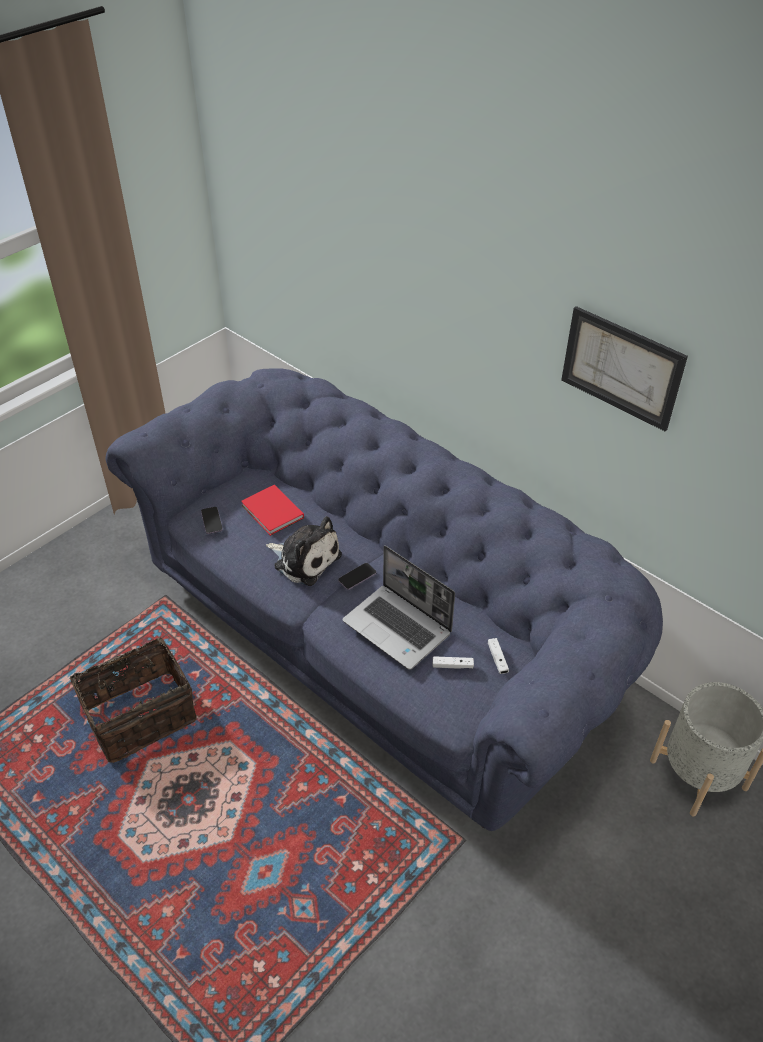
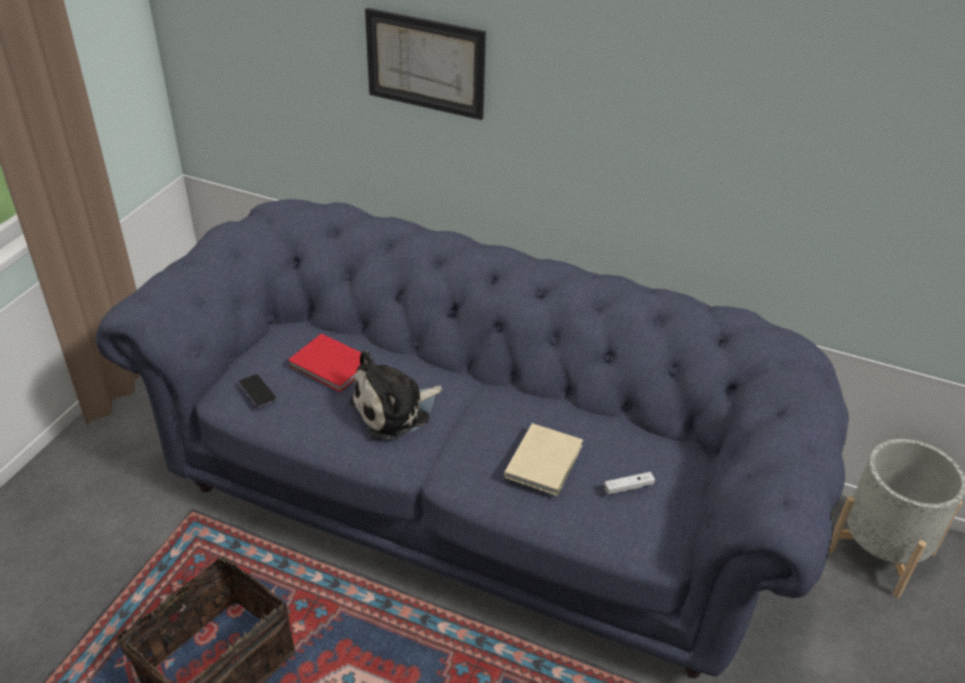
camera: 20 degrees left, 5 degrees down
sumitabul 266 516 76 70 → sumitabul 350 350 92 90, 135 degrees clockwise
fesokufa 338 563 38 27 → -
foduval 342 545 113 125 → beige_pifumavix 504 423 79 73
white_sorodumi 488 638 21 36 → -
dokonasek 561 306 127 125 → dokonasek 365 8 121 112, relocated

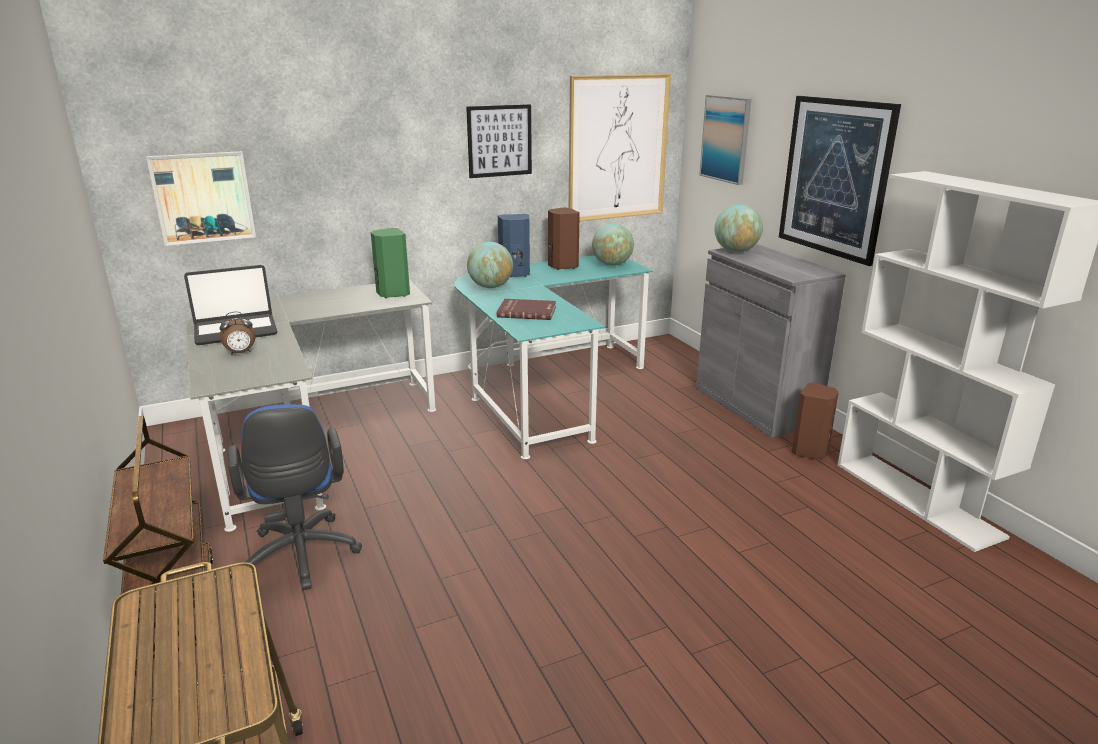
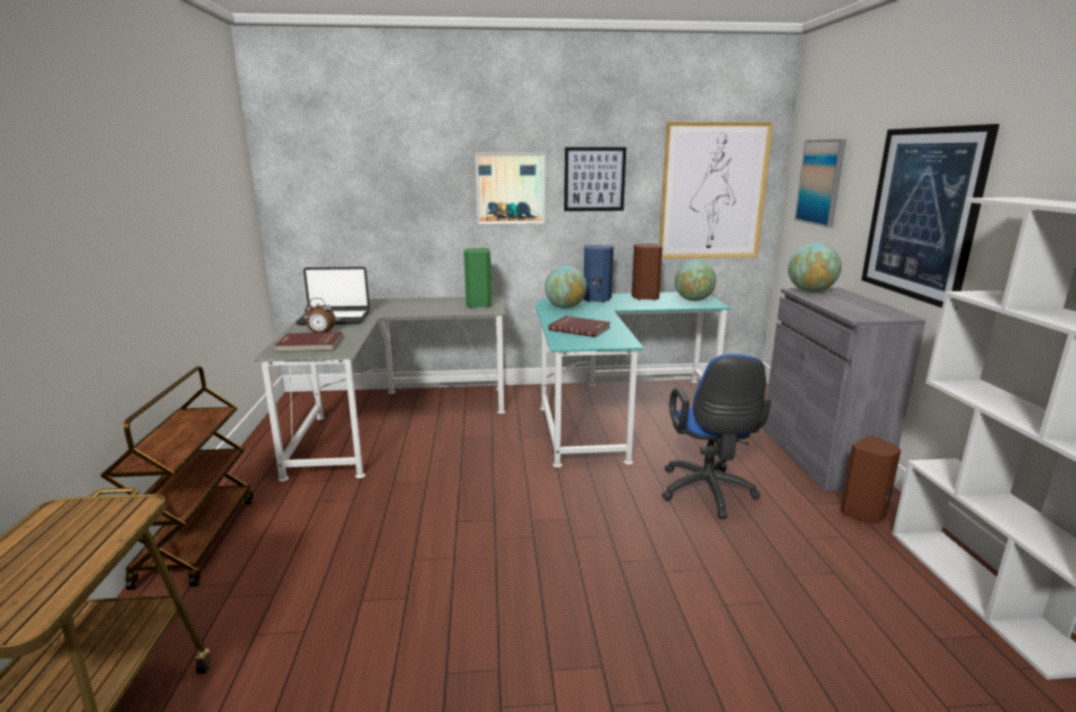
camera: 20 degrees right, 5 degrees down
dokonasek 146 151 110 95 → dokonasek 475 153 70 71, relocated
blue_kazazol 228 404 134 186 → blue_kazazol 662 354 109 165, relocated
- → red_pifumavix 274 332 69 20

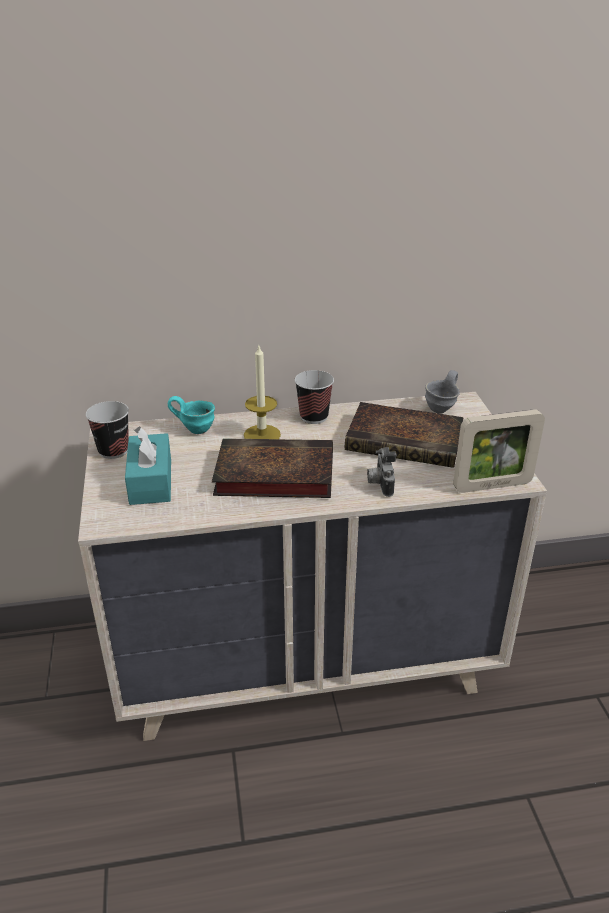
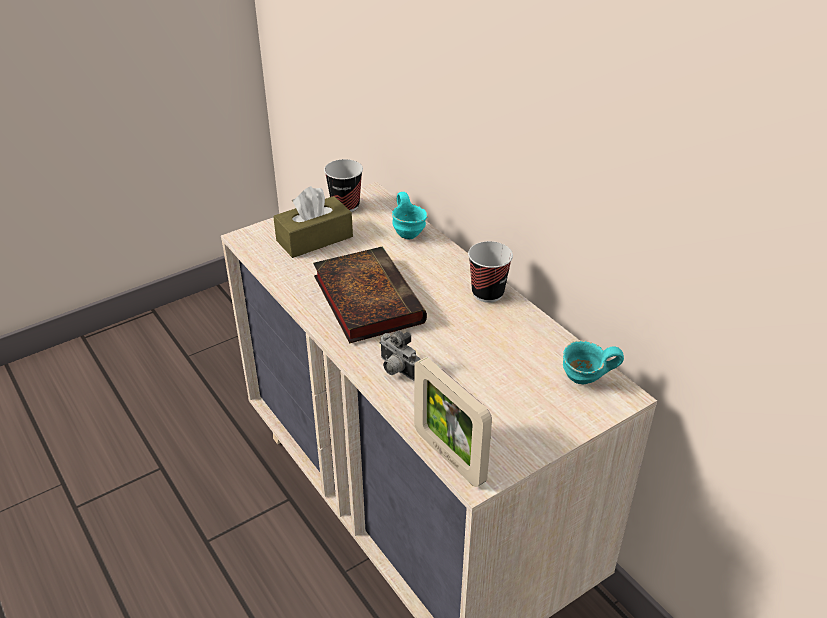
camera: 65 degrees right, 5 degrees up
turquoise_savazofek 125 426 46 79 → brown_savazofek 273 186 80 72
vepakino 244 346 37 93 → -
pifumavix 345 402 118 66 → -
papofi 367 447 30 50 → papofi 379 331 42 49, 105 degrees counterclockwise
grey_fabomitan 425 370 35 43 → turquoise_fabomitan 563 341 61 43

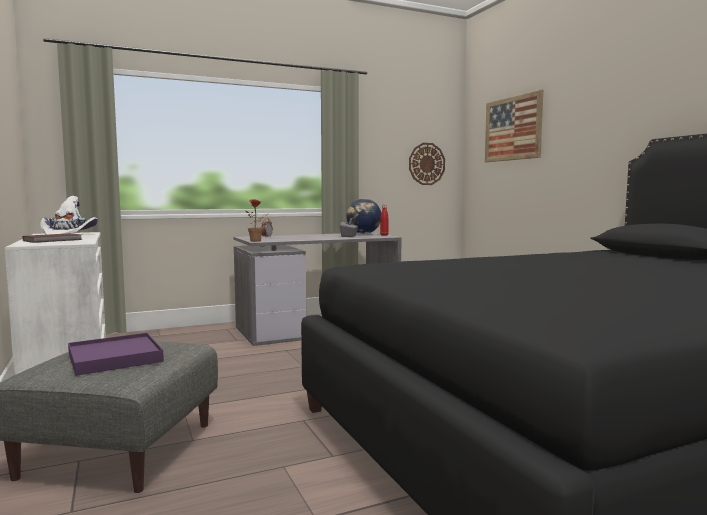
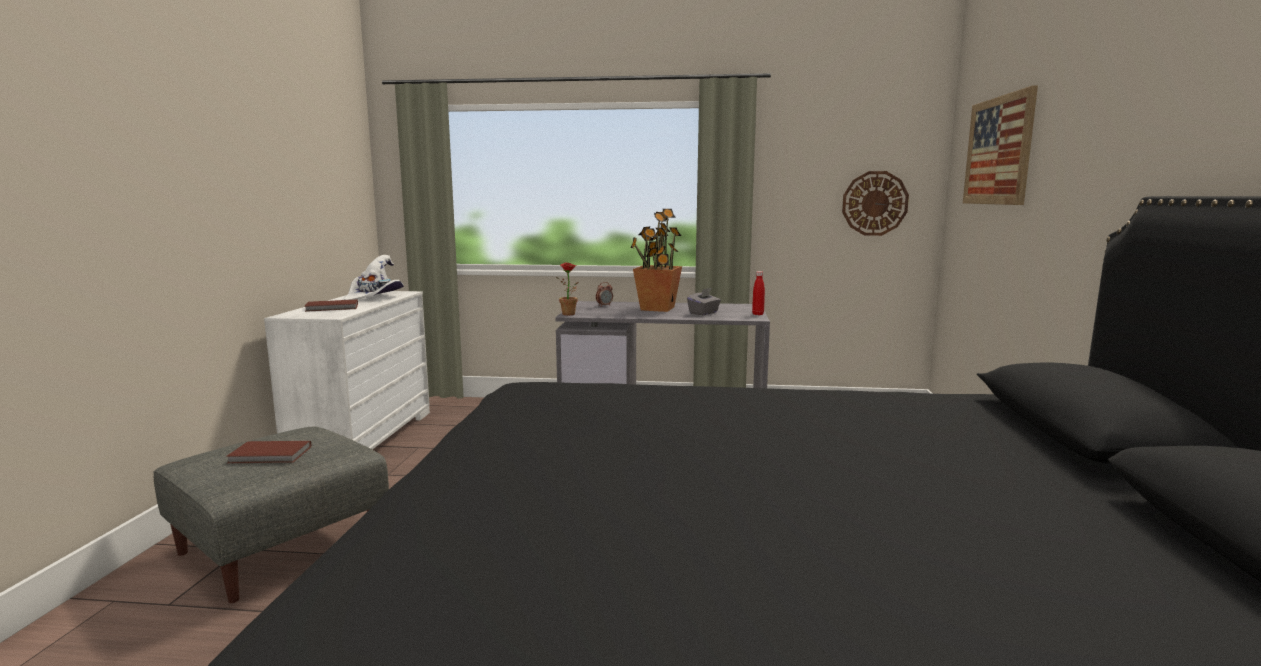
camera: 30 degrees right, 5 degrees up
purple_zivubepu 68 333 96 43 → brown_pifumavix 226 441 85 22
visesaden 346 199 35 35 → -
- → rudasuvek 631 209 51 103

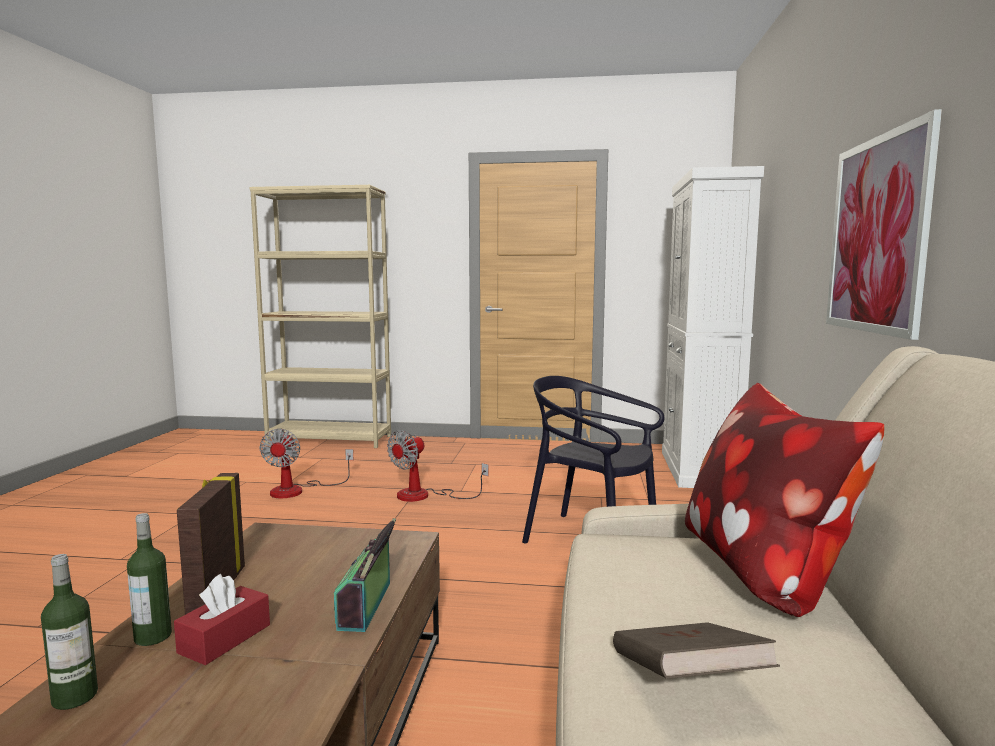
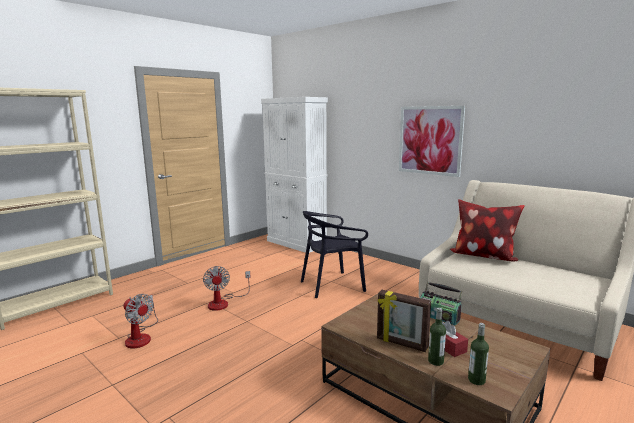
camera: 55 degrees left, 5 degrees up
brown_pifumavix 613 622 167 57 → -

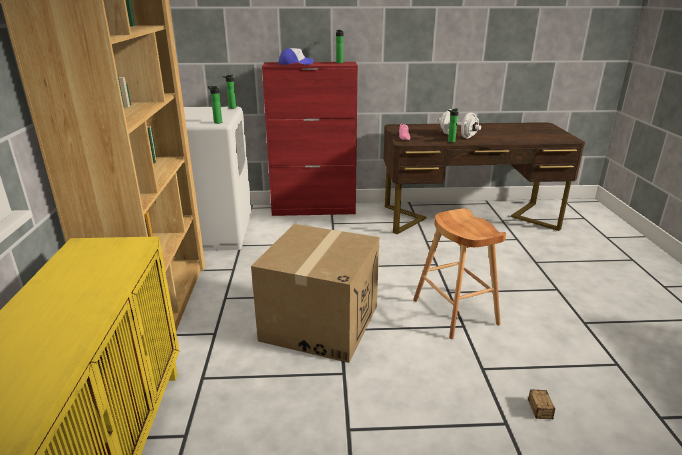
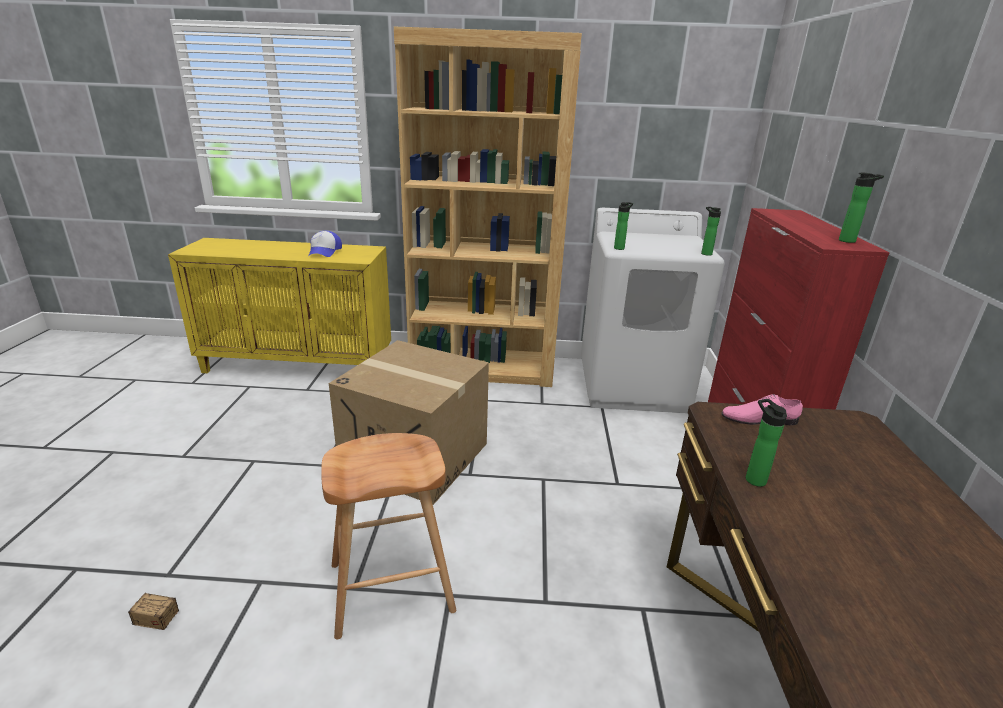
camera: 95 degrees right, 0 degrees up
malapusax 279 48 35 17 → malapusax 308 231 34 26, relocated
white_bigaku 439 109 42 30 → -

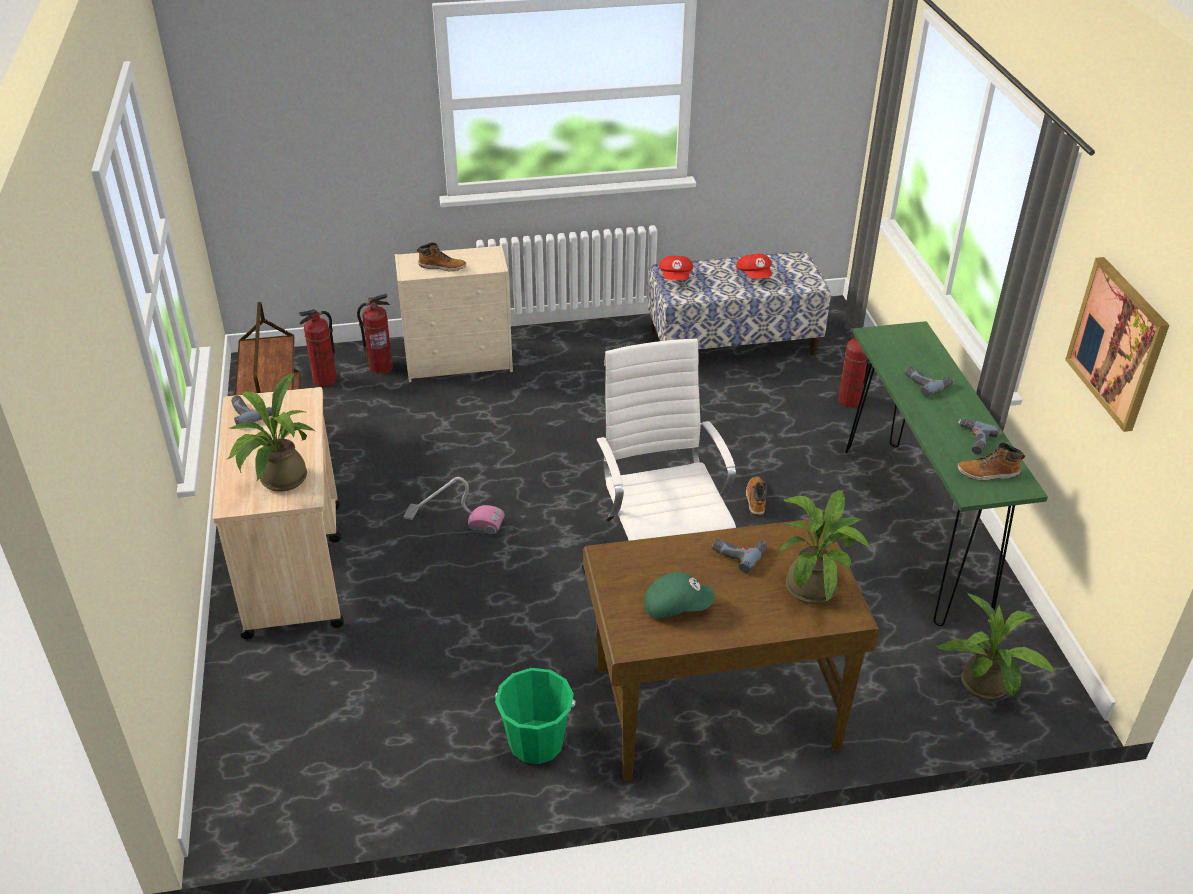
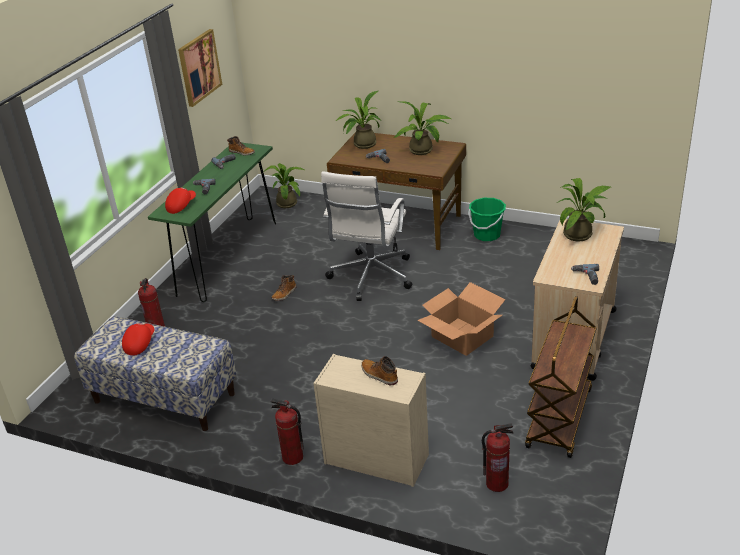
camera: 145 degrees left, 5 degrees down
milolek 357 294 36 80 → milolek 271 398 33 67, relocated
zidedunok 404 477 101 57 → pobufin 417 282 89 74
green_malapusax 644 572 71 46 → rudasuvek 394 101 57 54
red_malapusax 659 256 34 24 → red_malapusax 165 187 31 27, relocated

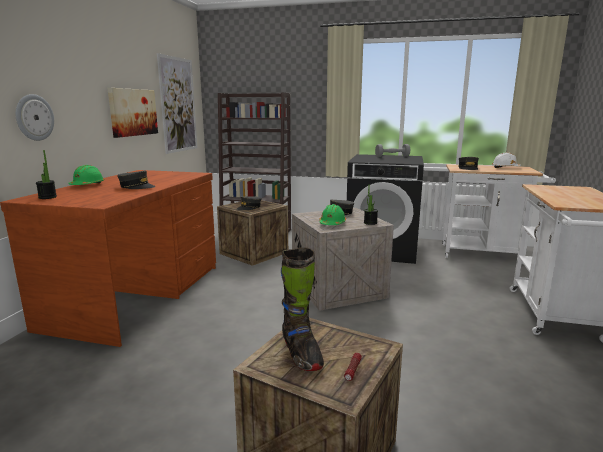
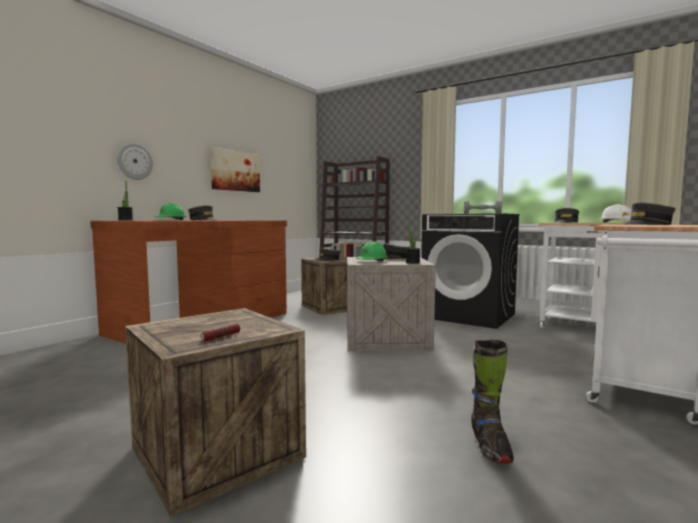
camera: 20 degrees right, 10 degrees down
dokonasek 157 53 40 101 → -
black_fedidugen 281 247 43 124 → black_fedidugen 471 339 43 125, relocated
- → grey_malapusax 623 203 53 22

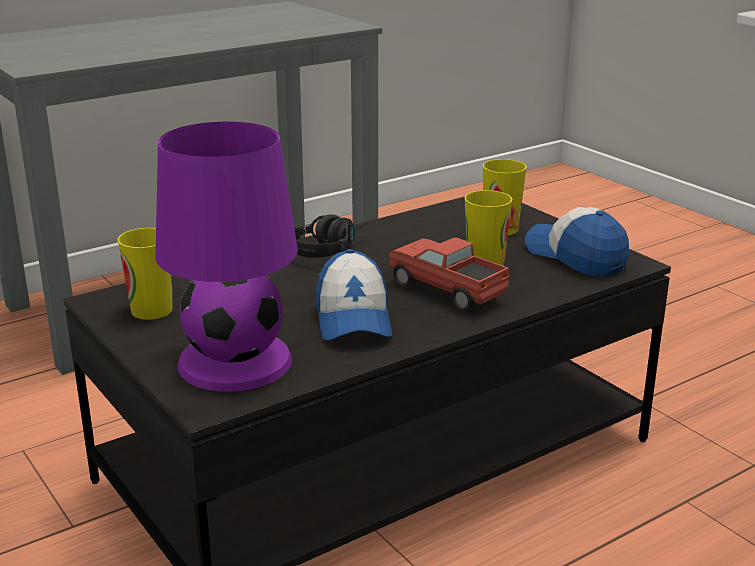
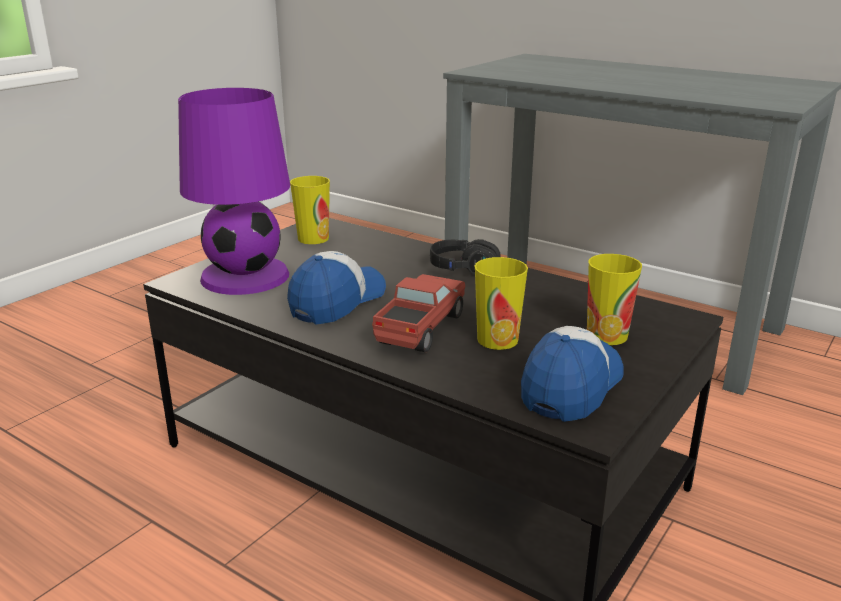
camera: 70 degrees right, 0 degrees up
malapusax 316 249 76 91 → malapusax 287 251 99 73, 150 degrees clockwise

